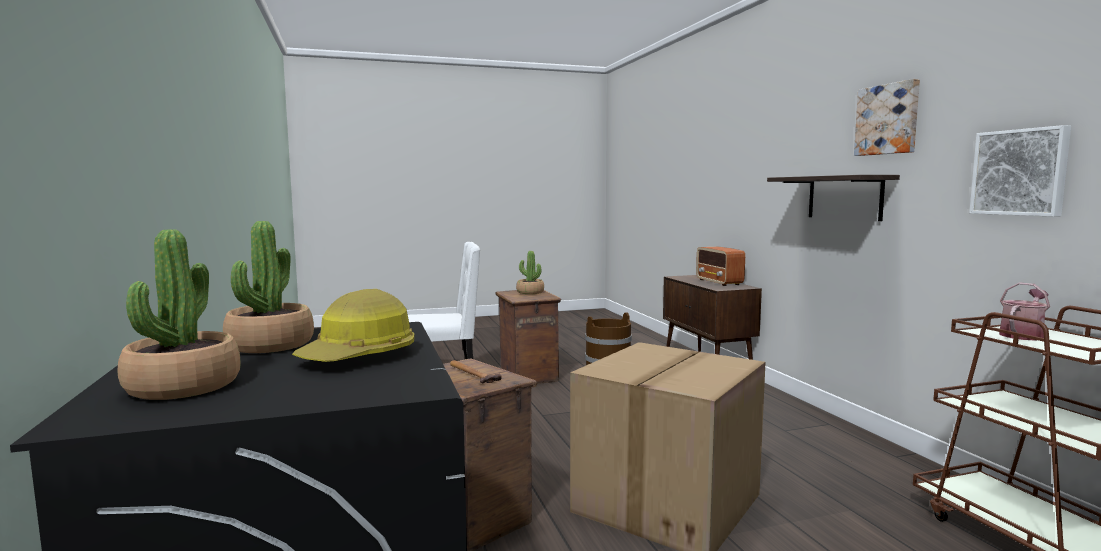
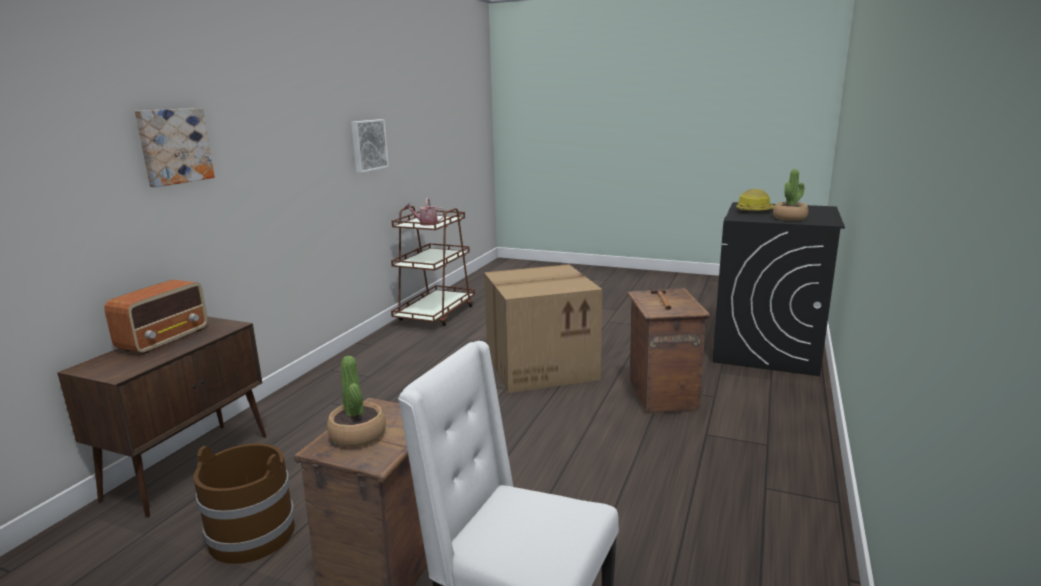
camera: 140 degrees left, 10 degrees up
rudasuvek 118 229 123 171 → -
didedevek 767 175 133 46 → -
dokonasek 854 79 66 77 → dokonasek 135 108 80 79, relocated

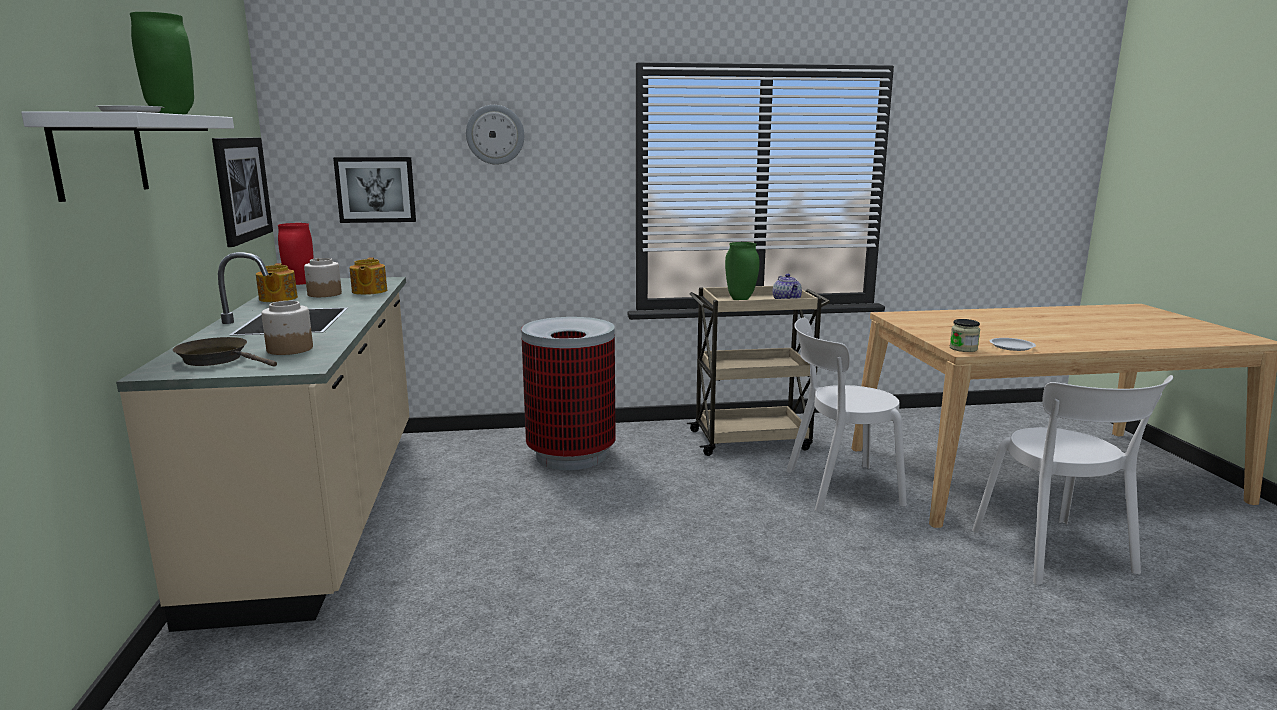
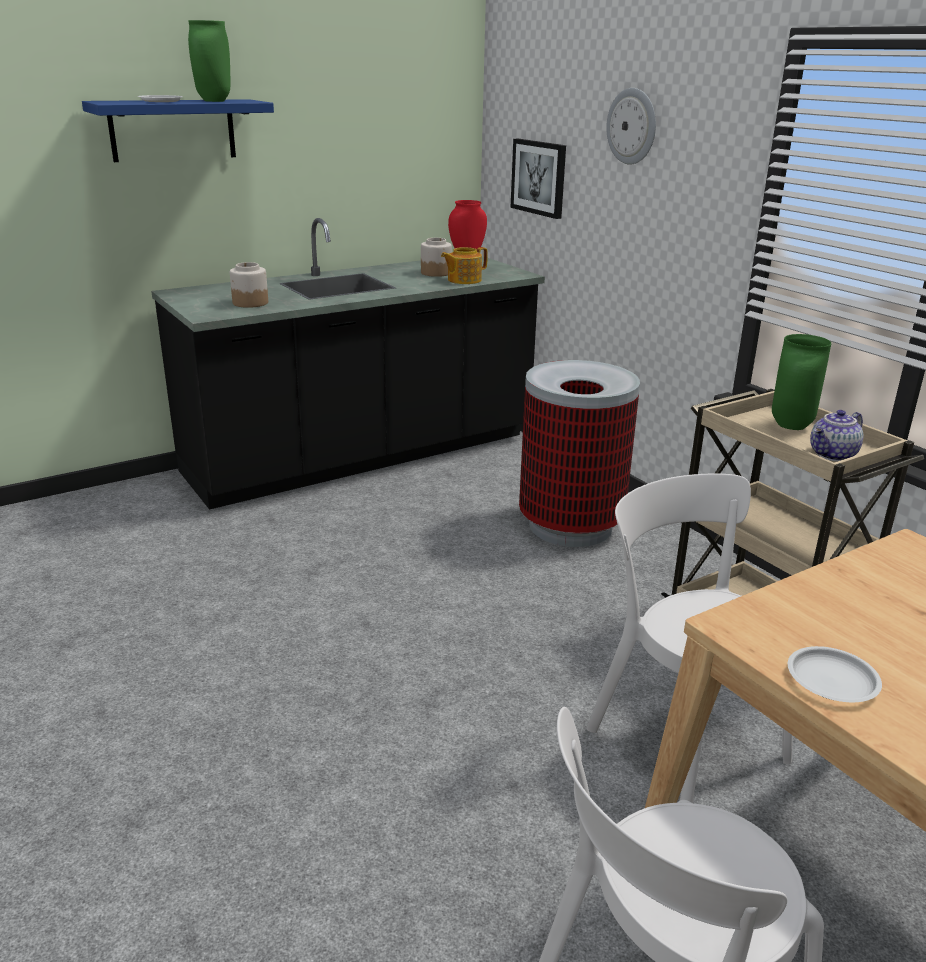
camera: 65 degrees right, 10 degrees up
white_didedevek 21 111 213 91 → blue_didedevek 82 99 192 63
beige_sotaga 116 252 293 380 → black_sotaga 151 218 394 292
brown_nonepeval 173 337 104 30 → -
dokonasek 212 137 61 110 → -
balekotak 256 263 42 39 → -
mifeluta 950 319 30 33 → -

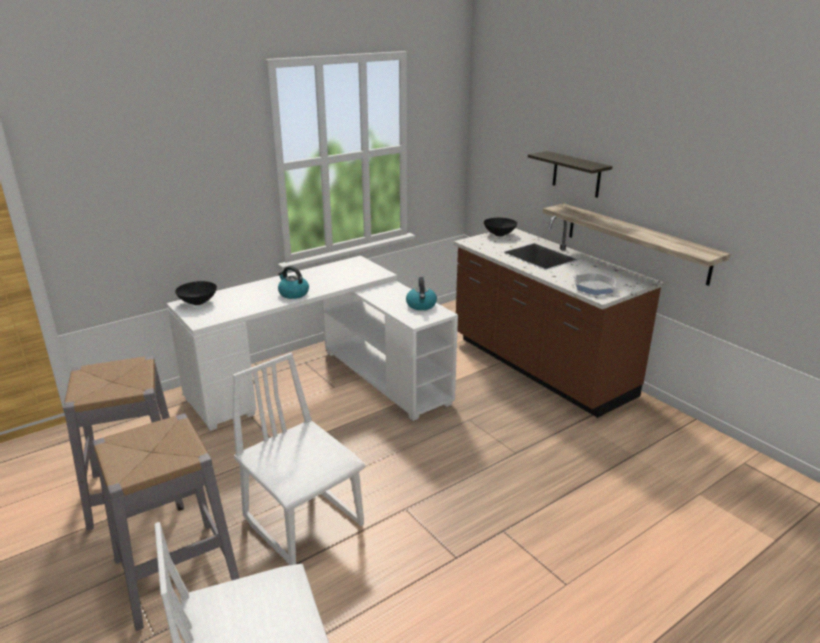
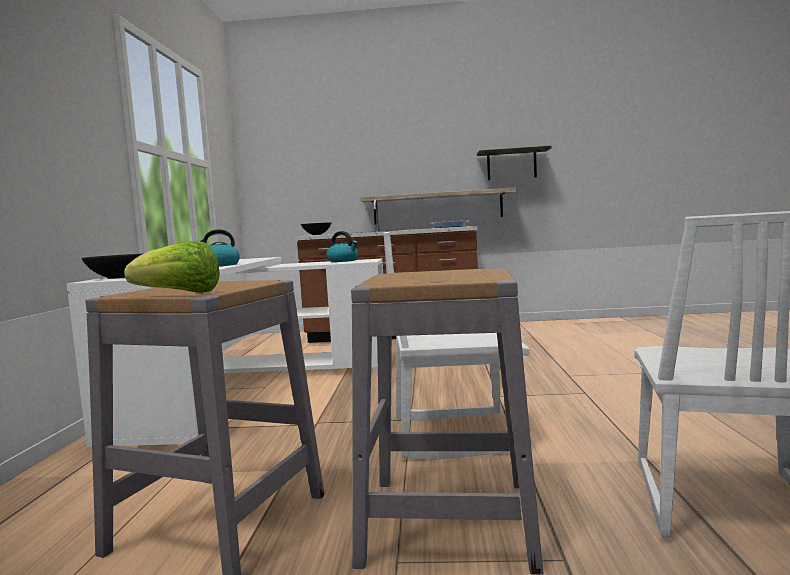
camera: 50 degrees left, 20 degrees down
didedevek 528 151 85 47 → didedevek 477 146 75 34, relocated
- → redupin 124 240 96 53

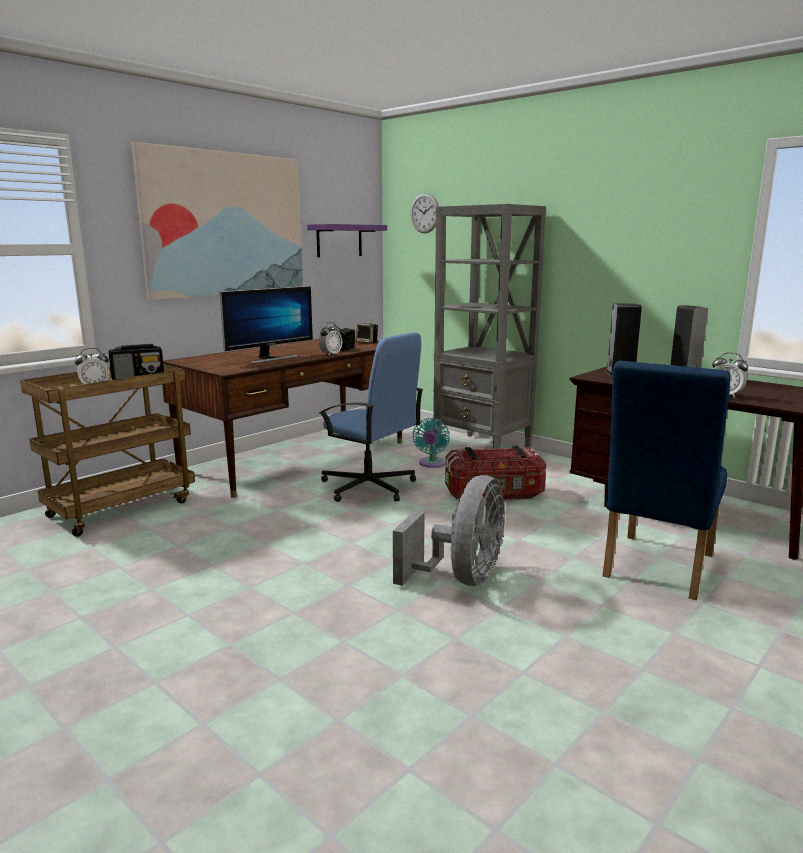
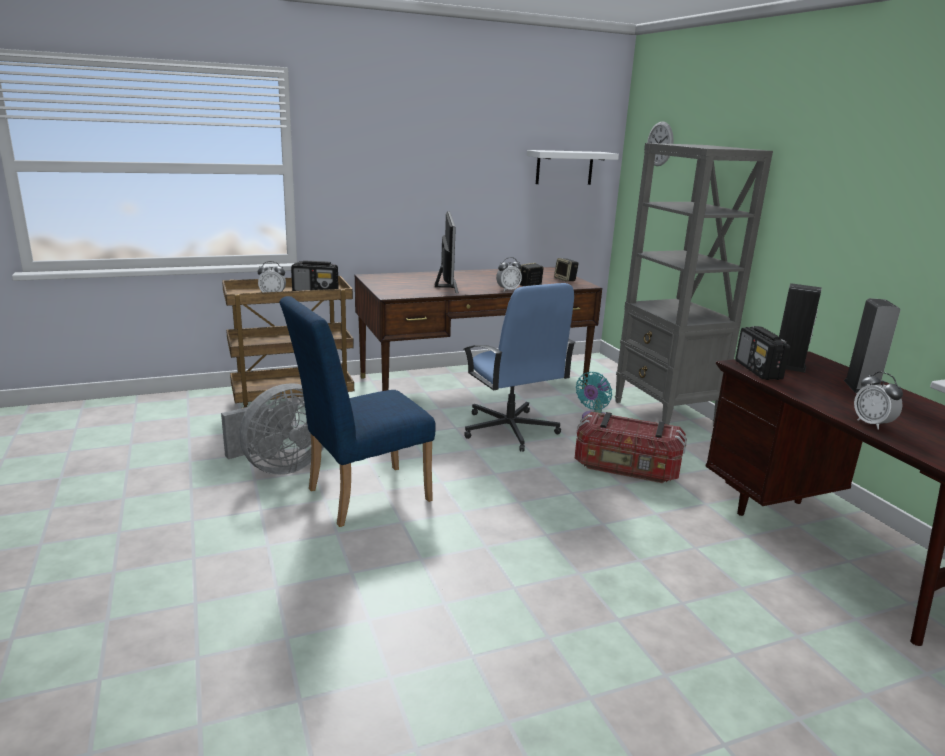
camera: 25 degrees right, 5 degrees up
dokonasek 131 142 172 158 → -
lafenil 220 286 93 78 → lafenil 435 211 24 82, 75 degrees counterclockwise
purple_didedevek 307 224 80 33 → white_didedevek 527 150 92 35
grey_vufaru 393 475 112 111 → grey_vufaru 221 383 103 92, relocated
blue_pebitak 602 361 129 239 → blue_pebitak 279 296 156 231, relocated
- → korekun 735 326 55 54

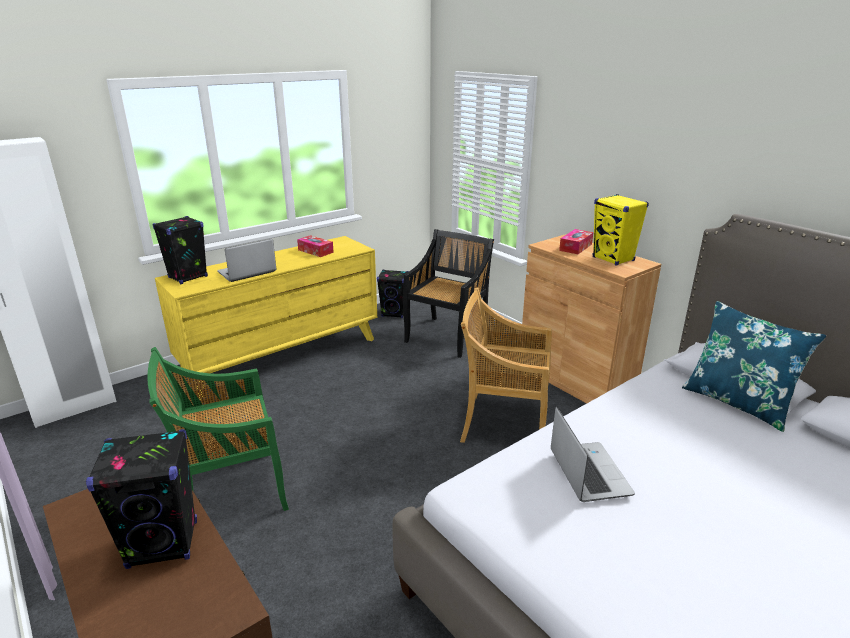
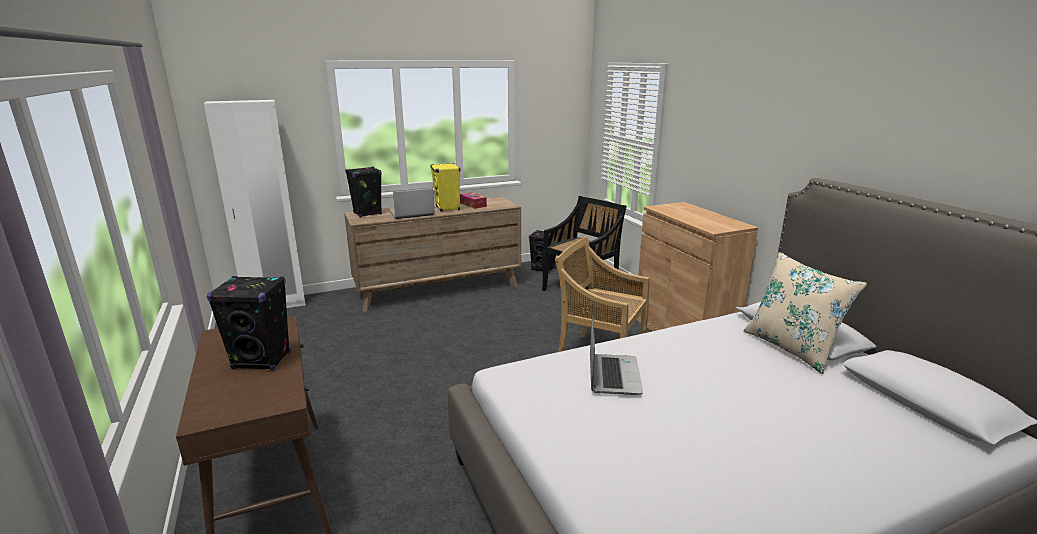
camera: 15 degrees right, 5 degrees down
green_pebitak 148 347 141 164 → -
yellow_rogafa 155 236 222 164 → brown_rogafa 344 197 177 115
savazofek 559 229 35 25 → -
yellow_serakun 593 194 56 72 → yellow_serakun 430 163 31 49, relocated
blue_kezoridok 682 301 144 131 → beige_kezoridok 744 252 123 122

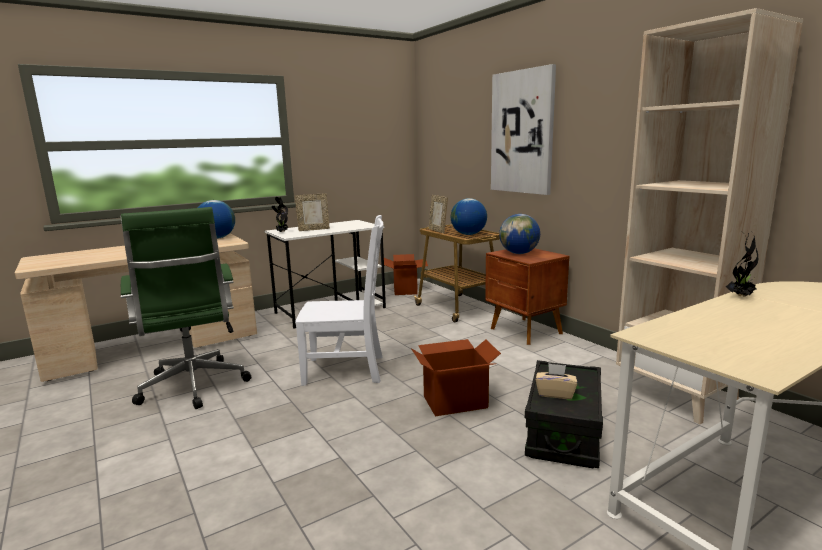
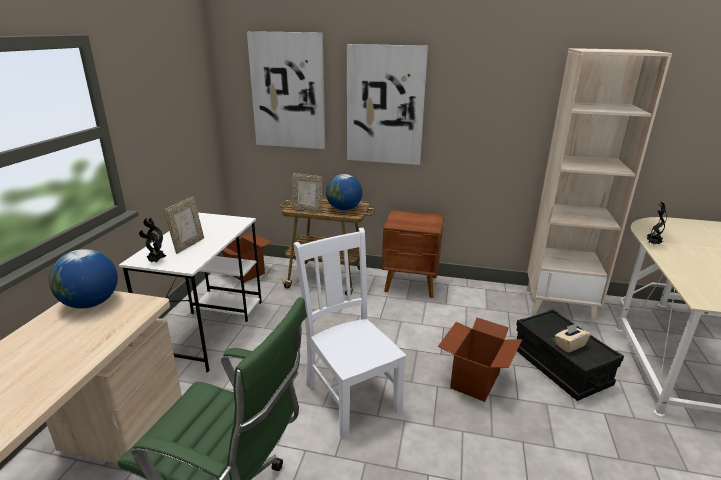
camera: 45 degrees left, 10 degrees up
white_pebitak 295 215 89 171 → white_pebitak 293 228 113 211, 75 degrees counterclockwise
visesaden 499 214 41 40 → -
- → dokonasek 247 31 78 118

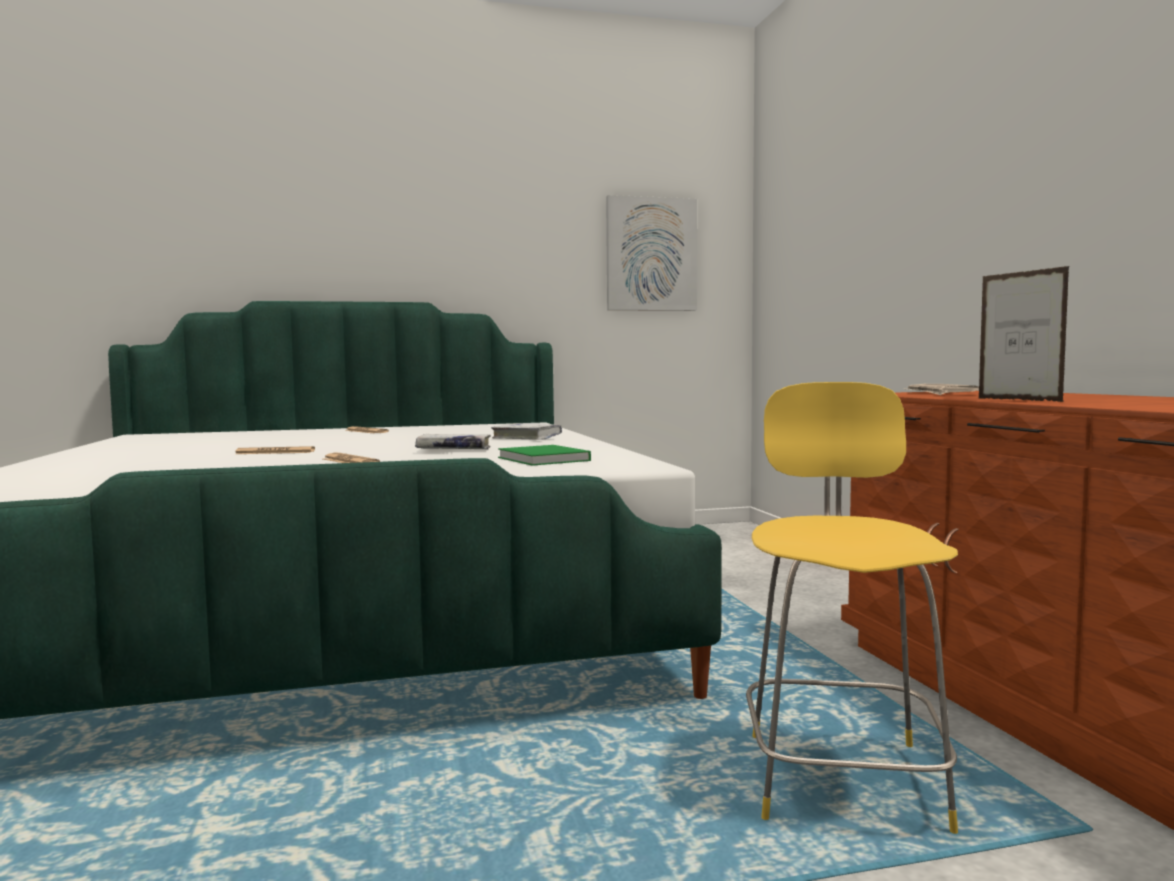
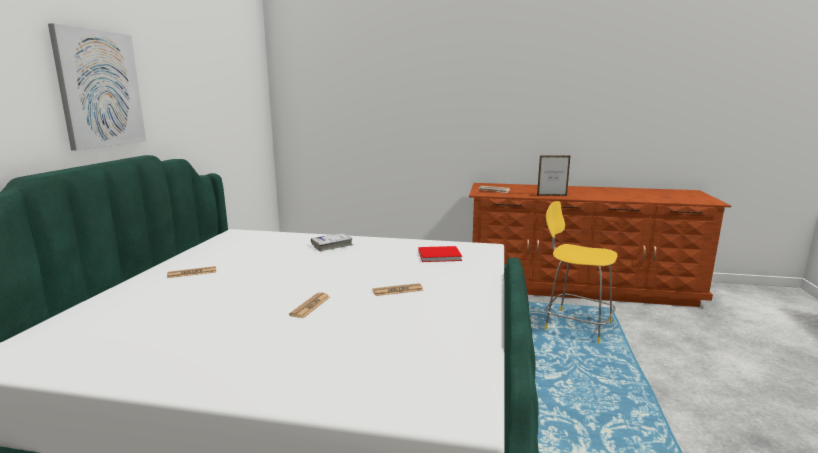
camera: 65 degrees left, 10 degrees up
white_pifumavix 415 434 76 15 → -
green_pifumavix 498 445 93 21 → red_pifumavix 419 246 43 16
dokonasek 606 195 91 116 → dokonasek 48 23 98 128, relocated

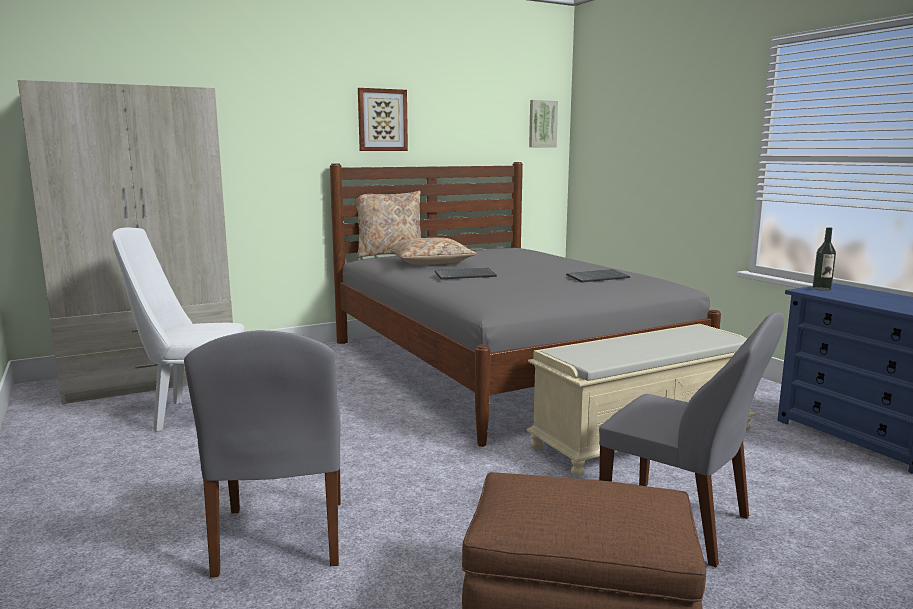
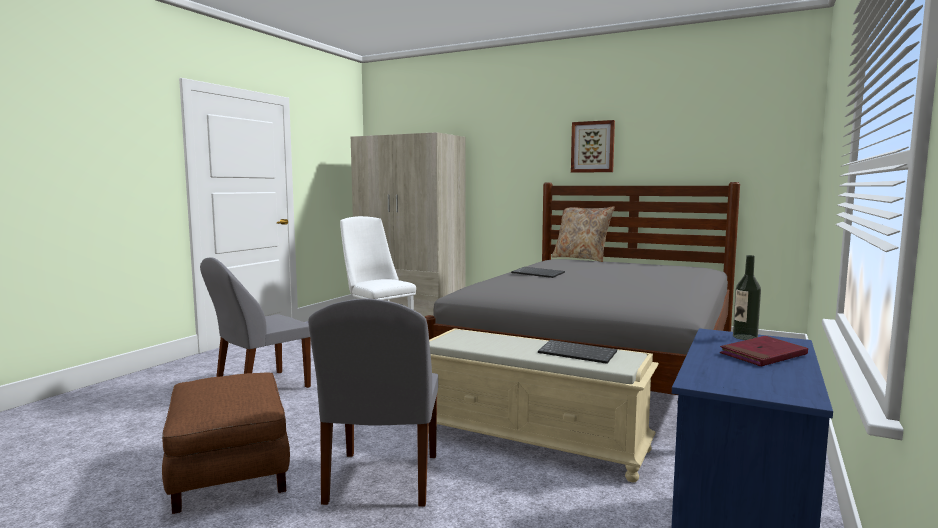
camera: 55 degrees right, 5 degrees down
beige_kezoridok 387 237 90 28 → -
dokonasek 529 100 29 47 → -
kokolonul 566 269 64 14 → kokolonul 538 340 79 24, relocated
- → red_pifumavix 720 336 88 30

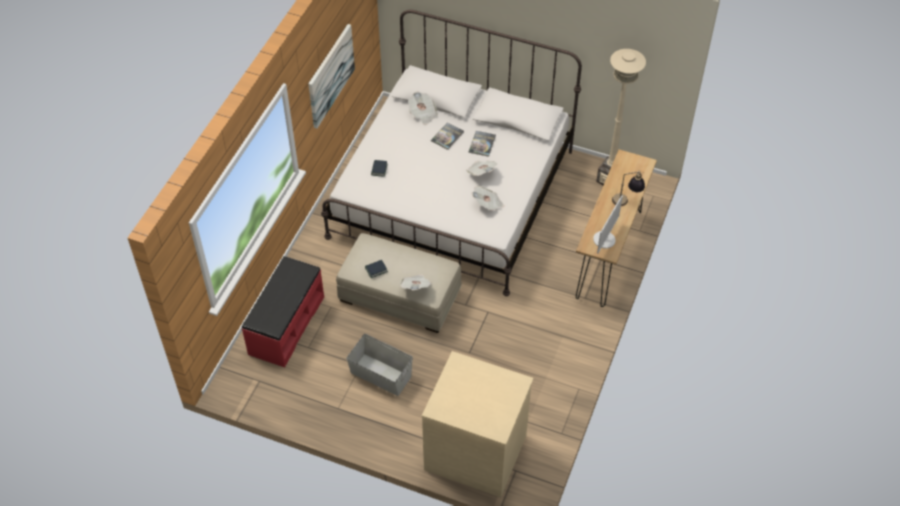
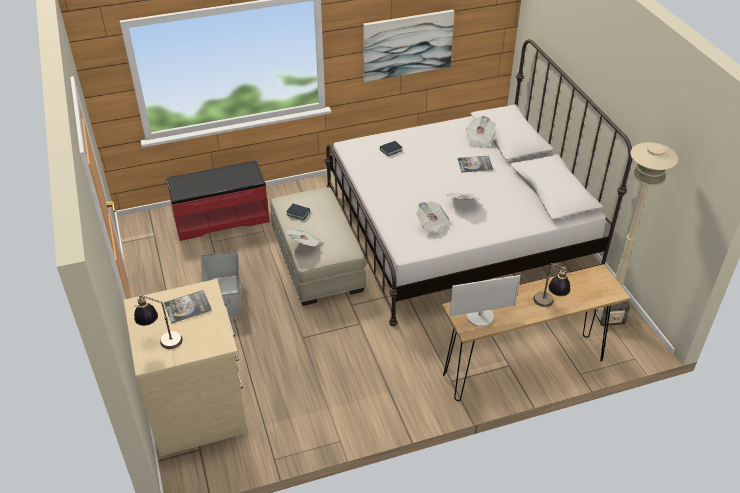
camera: 50 degrees right, 10 degrees down
pifumavix 468 131 28 26 → pifumavix 164 290 48 34, relocated
- → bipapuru 134 294 49 55

